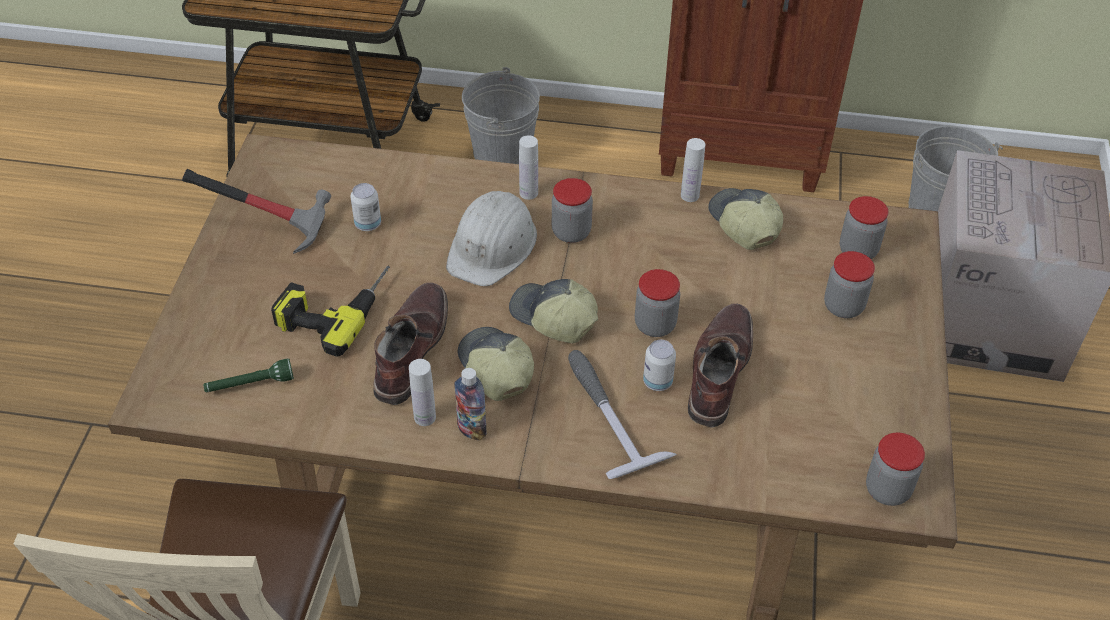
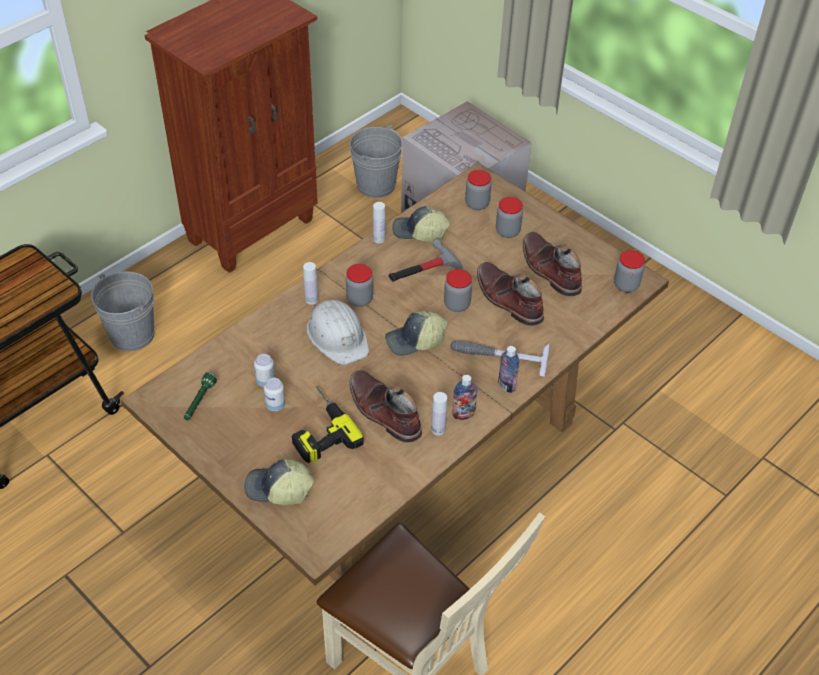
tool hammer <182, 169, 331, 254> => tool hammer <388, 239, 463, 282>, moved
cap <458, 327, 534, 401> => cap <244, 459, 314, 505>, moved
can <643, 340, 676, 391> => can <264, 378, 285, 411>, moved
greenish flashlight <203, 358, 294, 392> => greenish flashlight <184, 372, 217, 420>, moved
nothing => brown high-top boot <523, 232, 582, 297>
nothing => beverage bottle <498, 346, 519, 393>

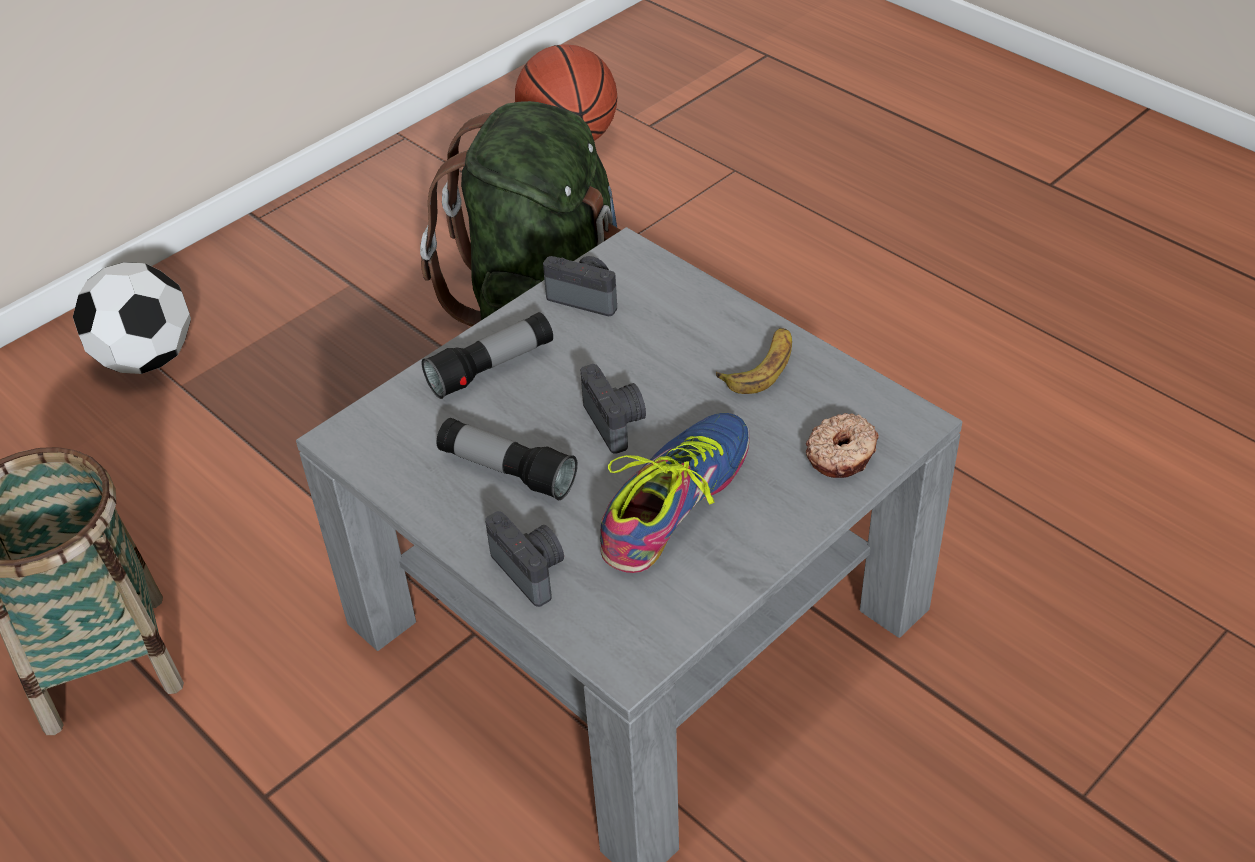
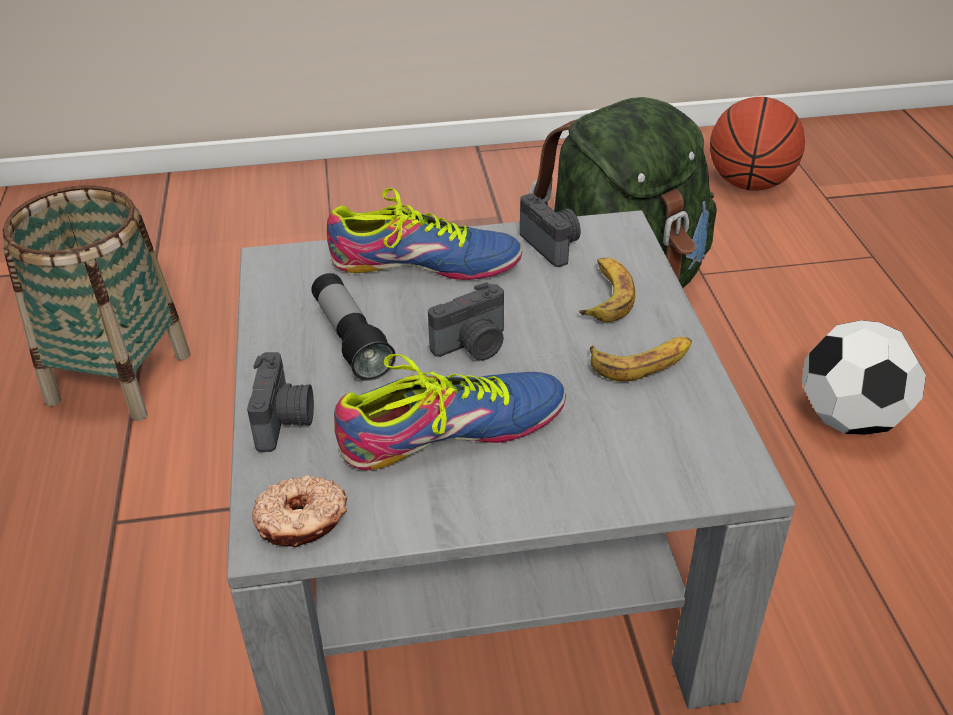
football <73, 262, 191, 374> => football <802, 320, 926, 435>, moved
flashlight <421, 312, 553, 399> => low shoe <327, 188, 522, 280>
still camera <580, 364, 646, 454> => still camera <428, 282, 504, 361>, 45 degrees clockwise
ring doughnut <806, 413, 879, 478> => ring doughnut <252, 475, 347, 547>, moved
nothing => banana fruit <579, 258, 635, 322>

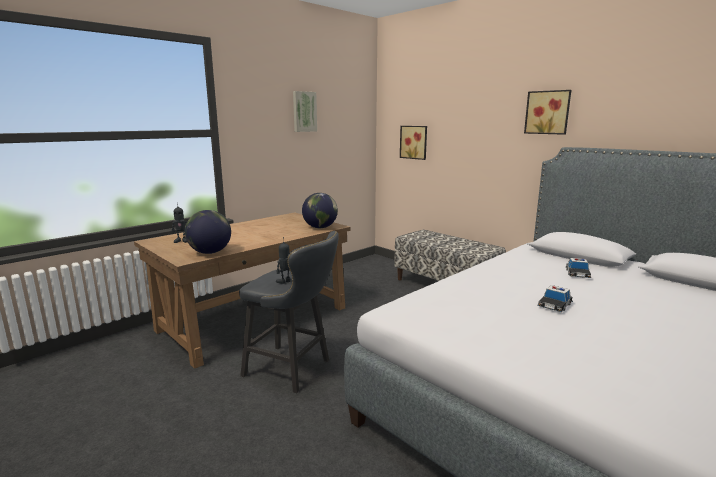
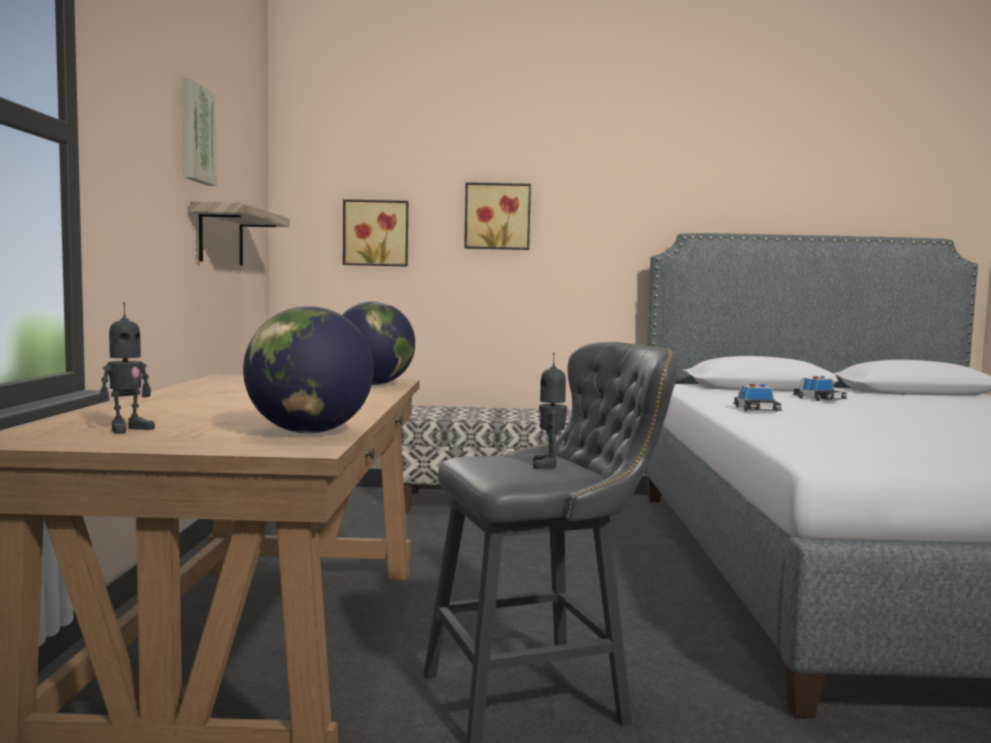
picture <524, 90, 571, 135> => picture <464, 182, 531, 250>, moved
model car <537, 285, 573, 312> => model car <733, 384, 782, 412>, moved
nothing => shelf <190, 201, 290, 266>

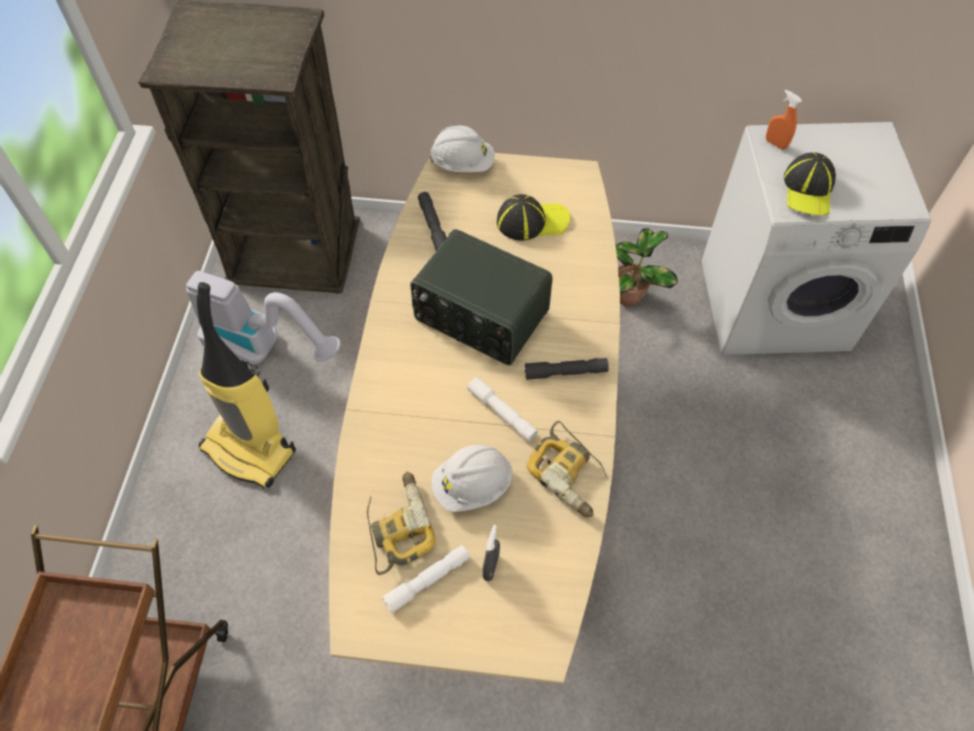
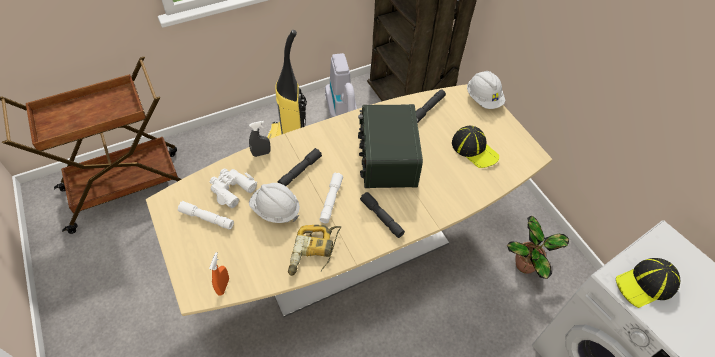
orange sprayer <766, 90, 802, 150> => orange sprayer <209, 252, 229, 296>, moved
electric drill <367, 471, 435, 575> => whitish binoculars <209, 169, 257, 208>
greyish sprayer <482, 525, 500, 581> => greyish sprayer <249, 121, 271, 157>, moved
nothing => greyish flashlight <278, 148, 322, 186>

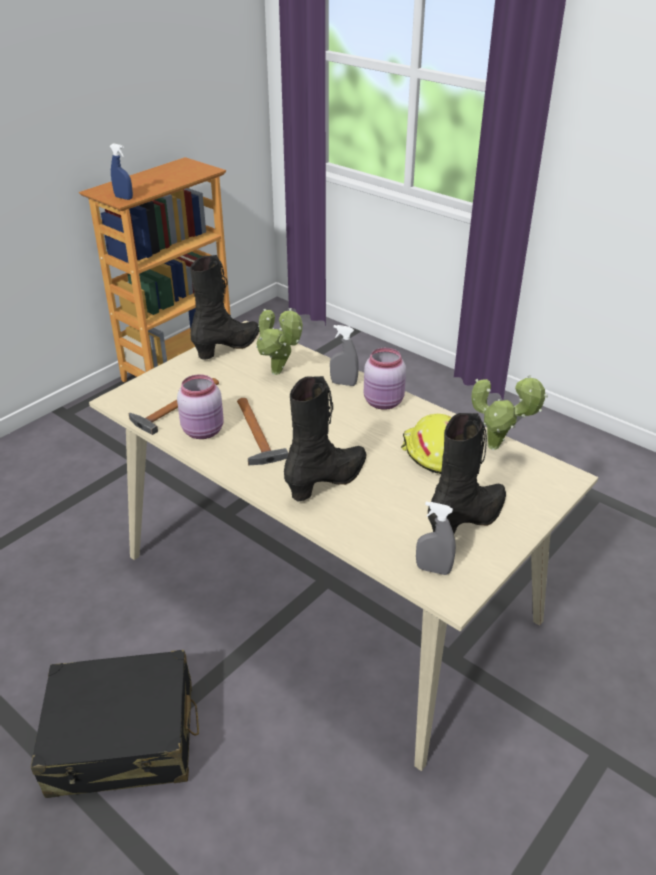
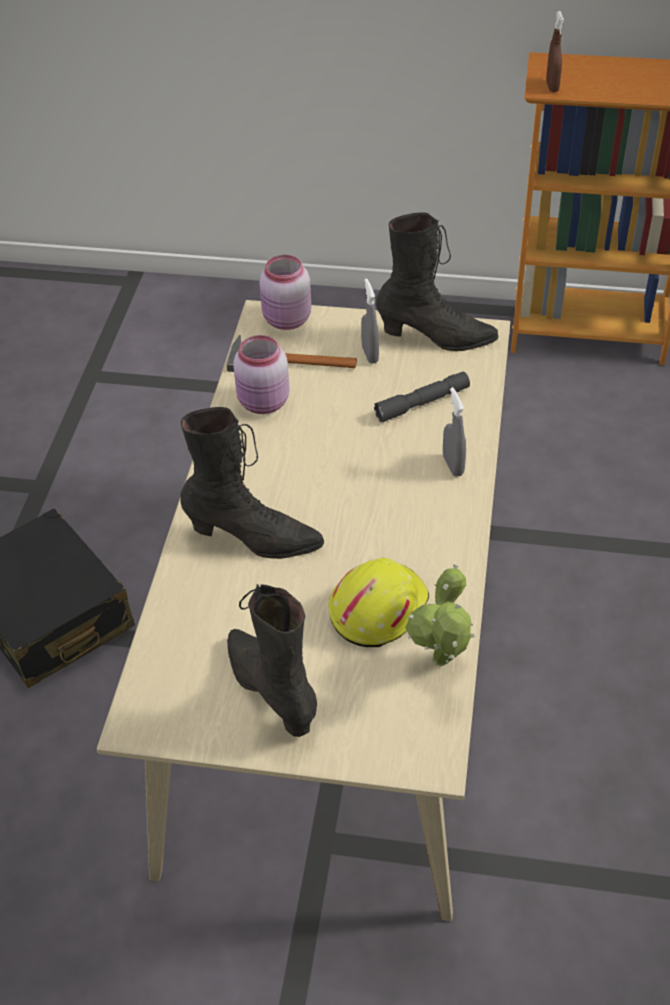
blue-coloured sprayer <110, 143, 133, 200> => brown sprayer <546, 11, 564, 92>
plant in a pot <256, 308, 302, 375> => greyish flashlight <374, 372, 470, 422>
pink-coloured preserve jar <364, 348, 406, 410> => pink-coloured preserve jar <259, 255, 311, 330>, moved
tool hammer <237, 398, 288, 465> => nothing
black-coloured high-top boot <428, 413, 506, 534> => black-coloured high-top boot <227, 584, 317, 737>, 135 degrees counterclockwise
greyish sprayer <416, 502, 456, 575> => greyish sprayer <361, 278, 379, 364>, moved

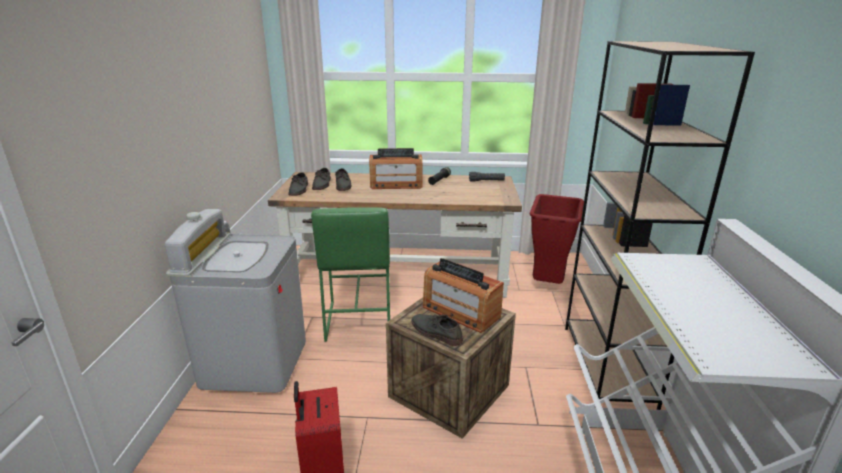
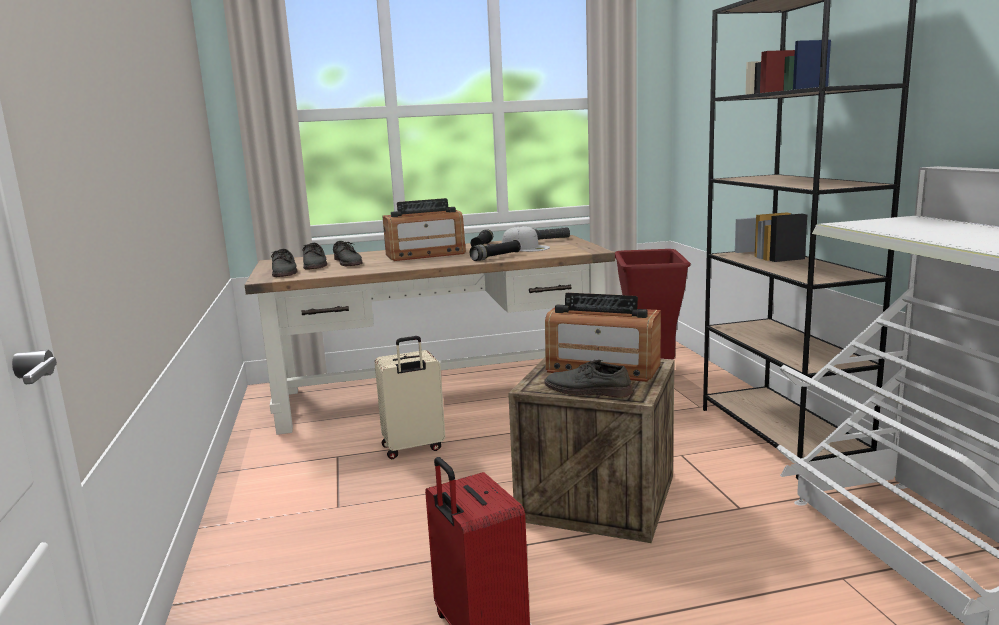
greenish stool <311, 207, 390, 342> => beige piece of luggage <375, 336, 445, 459>
greyish washing machine <165, 209, 306, 393> => nothing
nothing => whitish cap <502, 226, 550, 252>
nothing => black-coloured flashlight <470, 240, 521, 261>

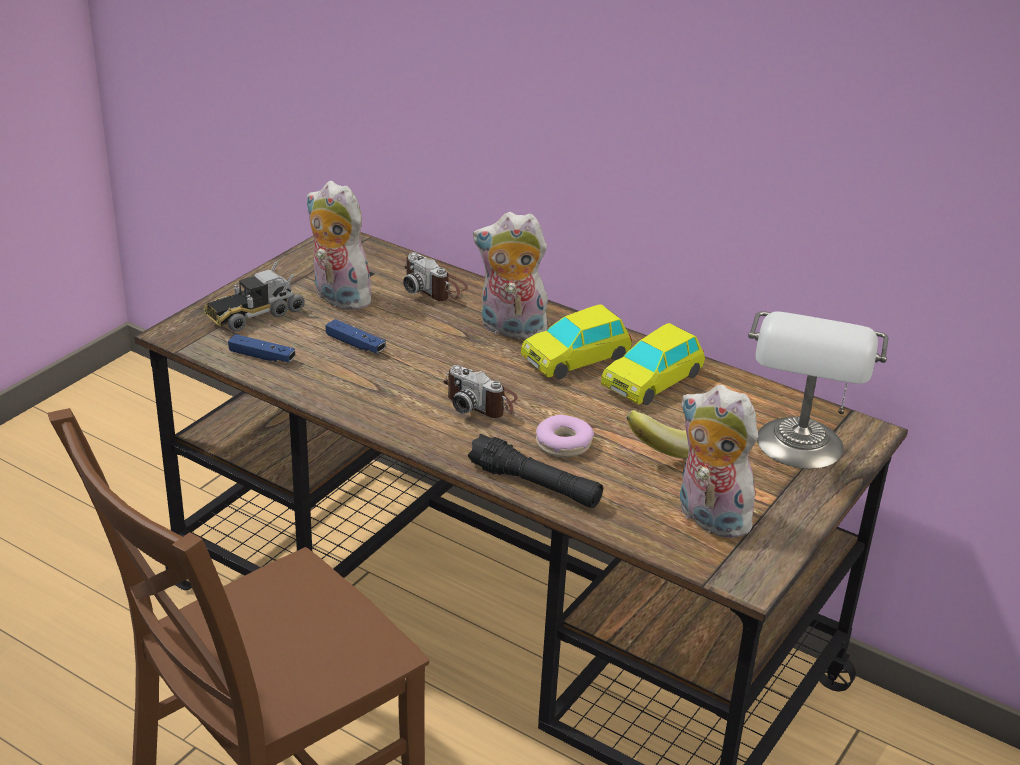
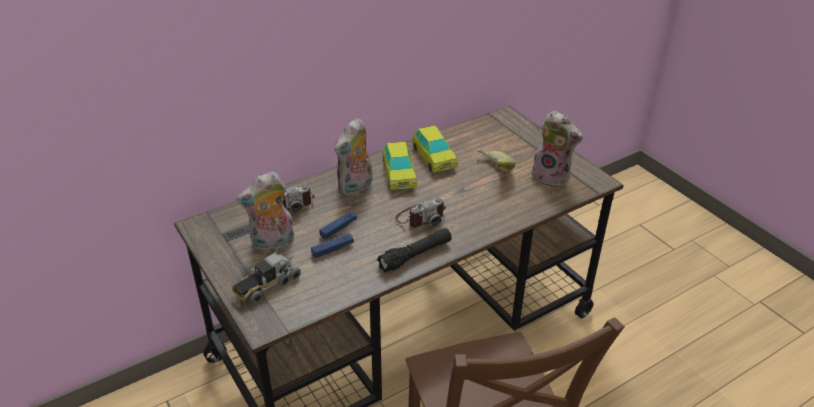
toy truck <204, 261, 305, 332> => toy truck <232, 246, 301, 303>, 60 degrees clockwise
whitish table lamp <748, 311, 888, 469> => nothing
blue-coloured gamepad <228, 334, 295, 363> => blue-coloured gamepad <319, 211, 357, 239>, moved
cuddly toy <680, 385, 760, 538> => cuddly toy <531, 110, 583, 188>, 120 degrees counterclockwise
ring doughnut <536, 415, 594, 457> => nothing
black-coloured flashlight <468, 434, 603, 508> => black-coloured flashlight <377, 228, 452, 273>, moved

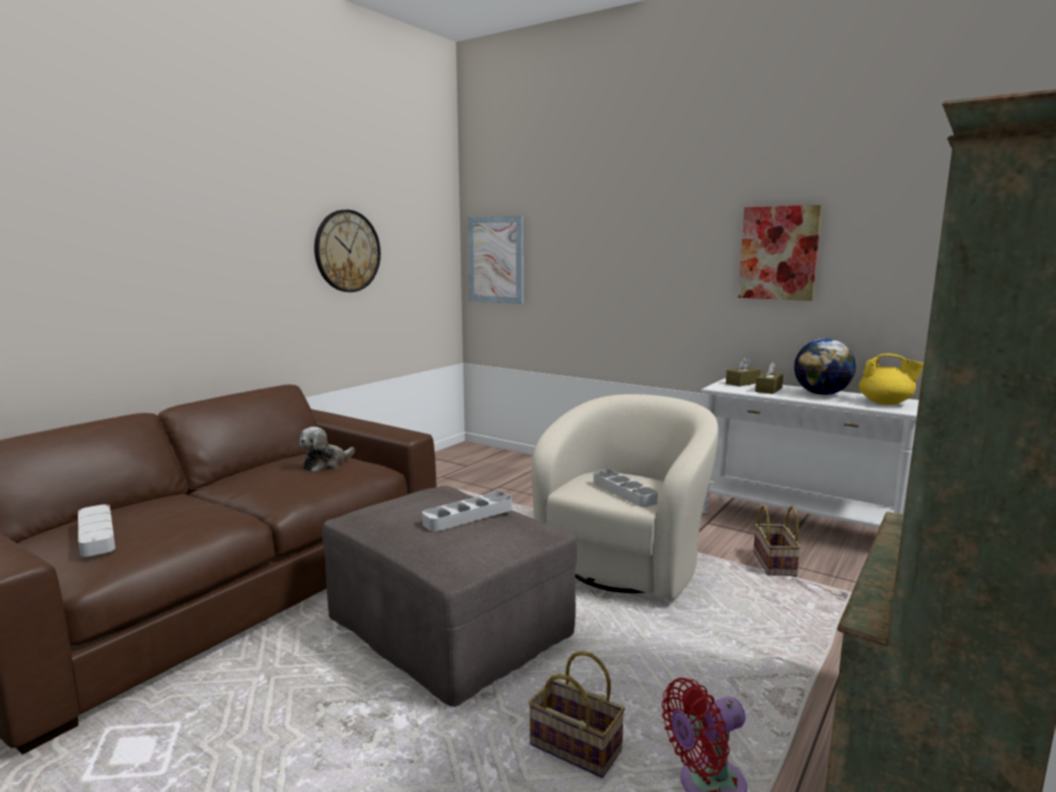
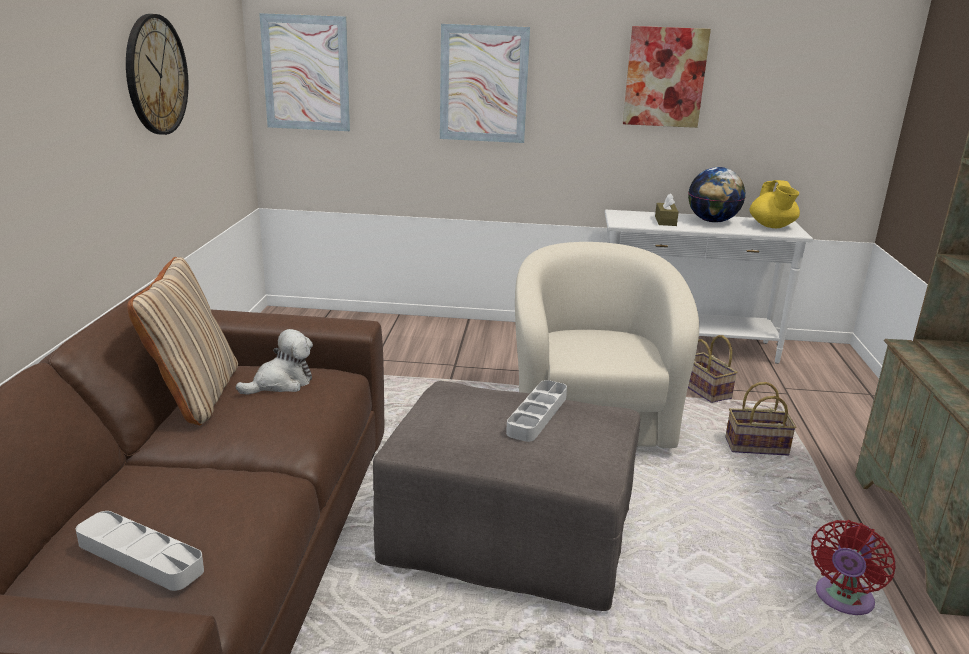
yellow pot for tea <859, 354, 924, 405> => yellow pot for tea <750, 180, 800, 228>, 90 degrees clockwise
brown tissue holder <726, 357, 761, 387> => nothing
cuddly toy <300, 427, 355, 472> => cuddly toy <236, 329, 313, 395>, 135 degrees counterclockwise
greyish serving tray <593, 469, 658, 507> => nothing
household basket <528, 651, 625, 778> => household basket <725, 382, 796, 456>, moved
nothing => picture <440, 24, 530, 143>
nothing => beige throw pillow <127, 257, 238, 425>

